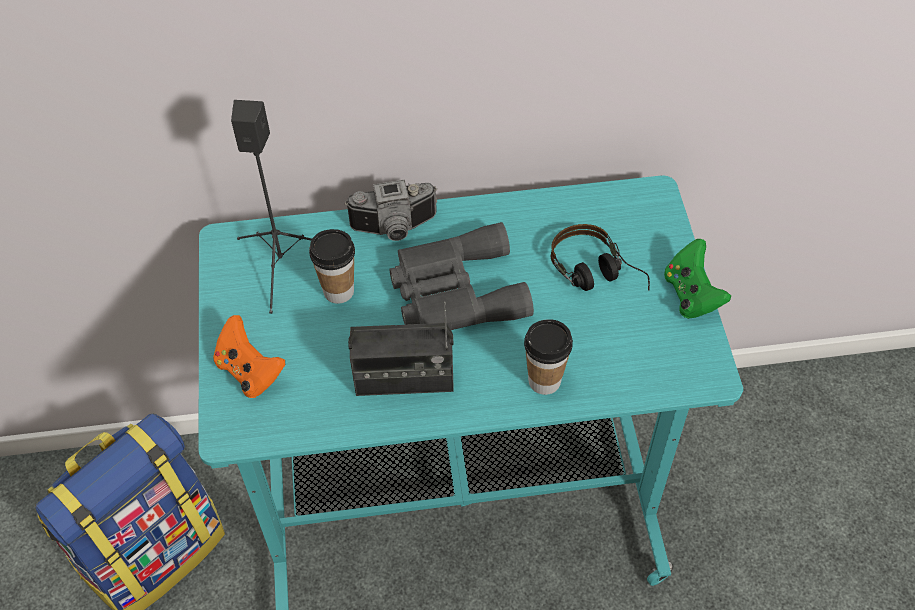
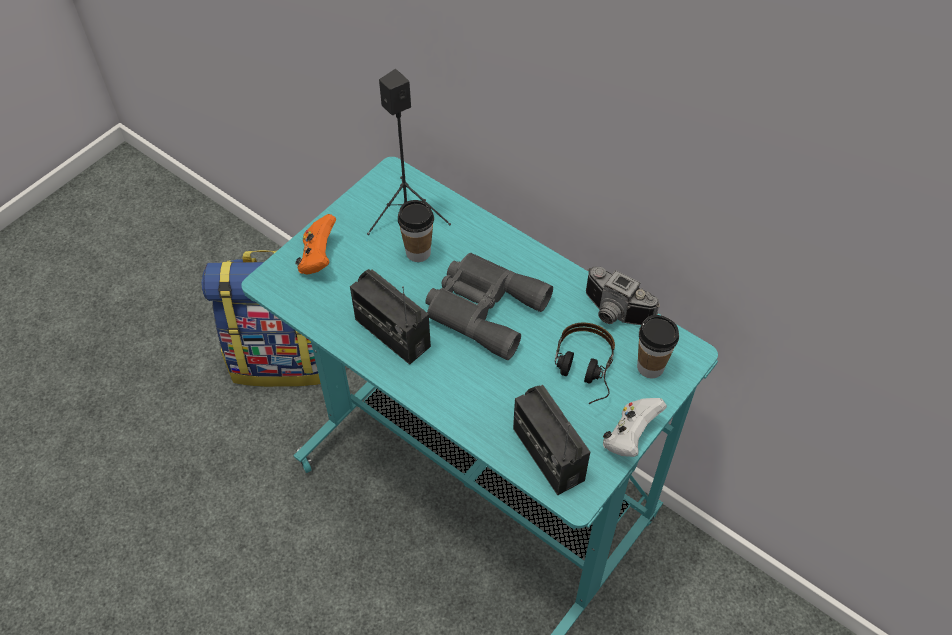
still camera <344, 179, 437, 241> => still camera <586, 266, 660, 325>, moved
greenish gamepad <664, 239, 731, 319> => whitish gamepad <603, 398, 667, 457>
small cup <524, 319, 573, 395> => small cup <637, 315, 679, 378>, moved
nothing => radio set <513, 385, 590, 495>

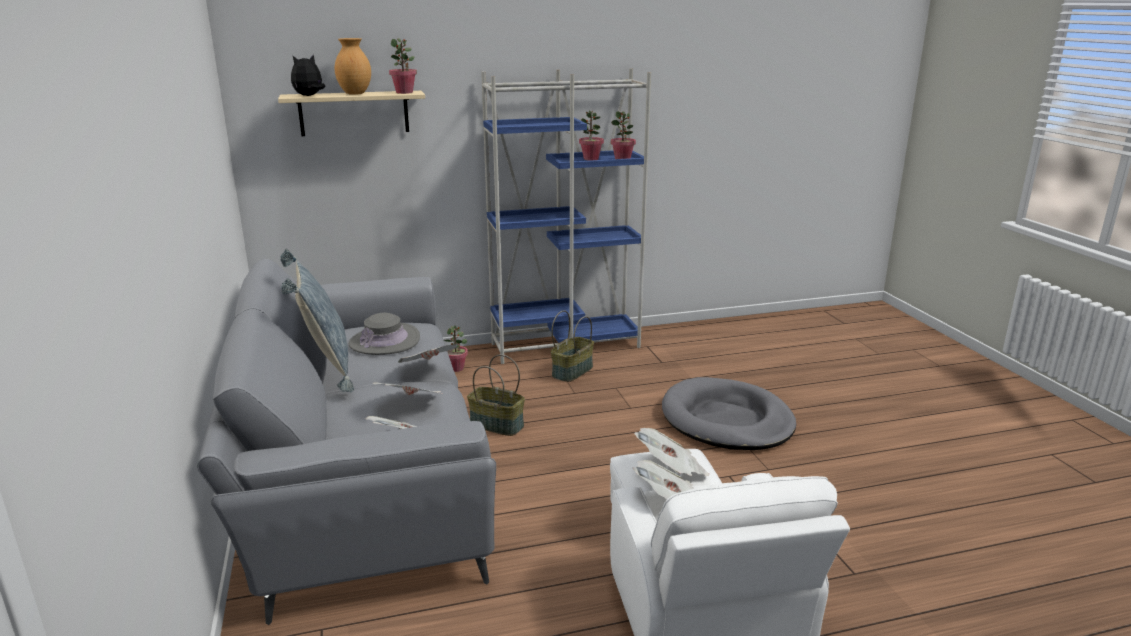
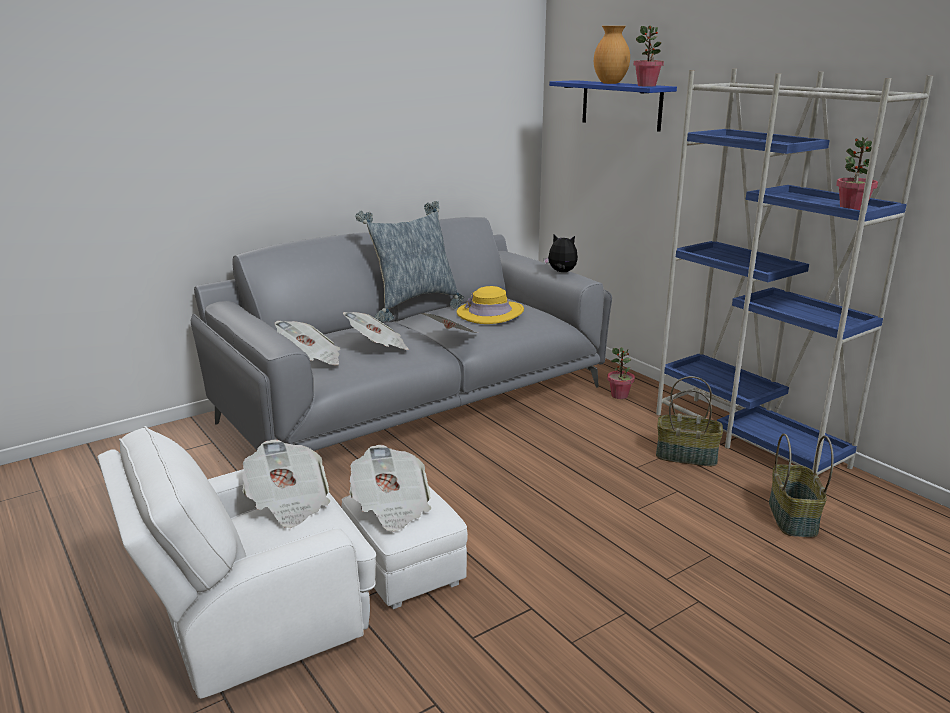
cuddly toy <291, 54, 326, 96> => cuddly toy <544, 234, 578, 272>, moved
beige shelf <278, 91, 425, 136> => blue-coloured shelf <549, 80, 677, 132>
plant in a pot <579, 110, 604, 161> => nothing
greyish hat <348, 313, 420, 355> => yellow hat <457, 286, 524, 324>
household basket <467, 354, 525, 436> => household basket <769, 434, 834, 537>, moved
greyish dog cushion <662, 377, 796, 450> => nothing

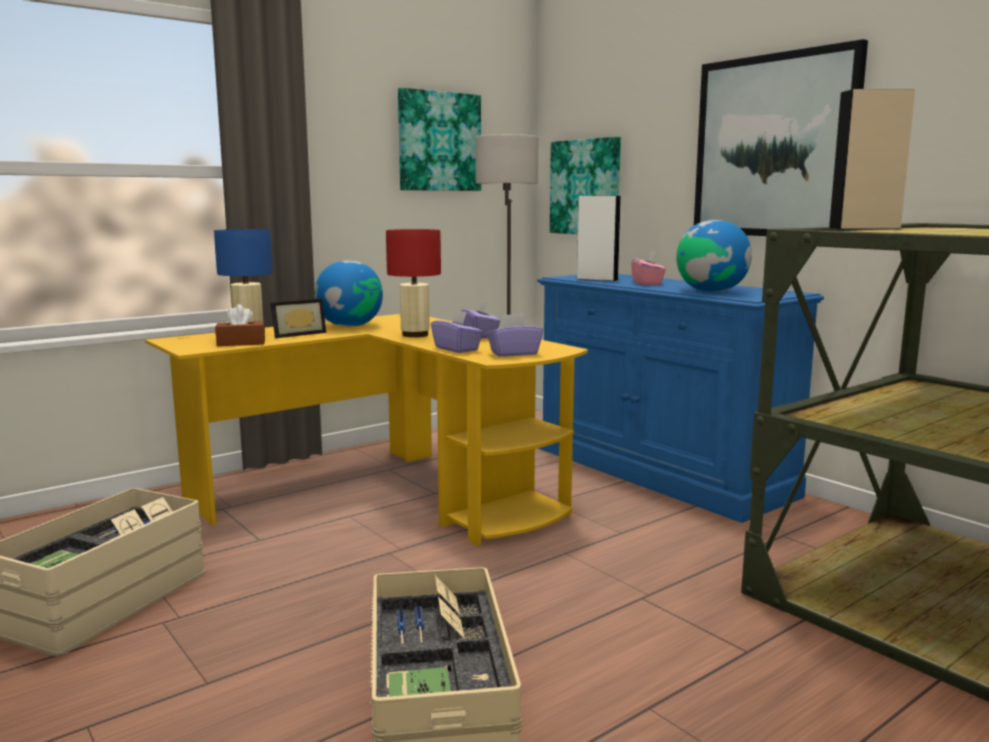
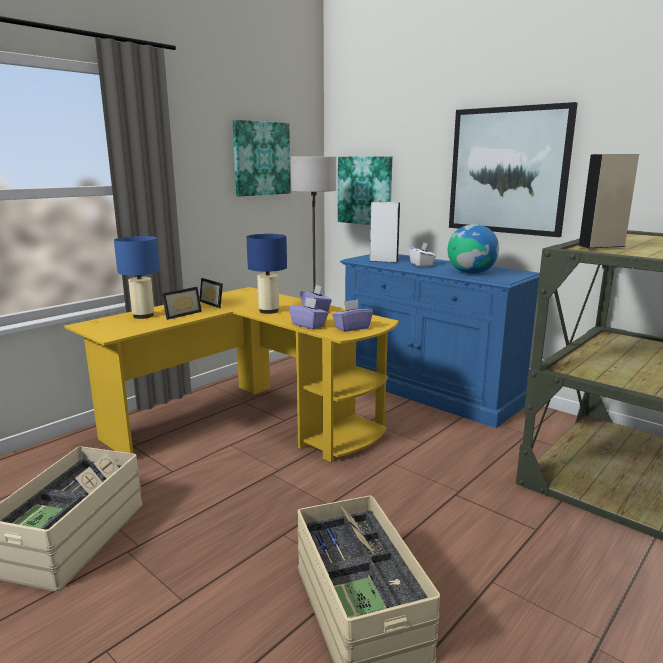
reddish table lamp <386, 229, 441, 337> => blue-coloured table lamp <247, 234, 287, 314>
pink-coloured tissue holder <631, 251, 666, 285> => whitish tissue holder <409, 243, 436, 267>
world globe <315, 261, 383, 327> => picture frame <200, 278, 223, 308>
brown tissue holder <215, 304, 265, 346> => nothing

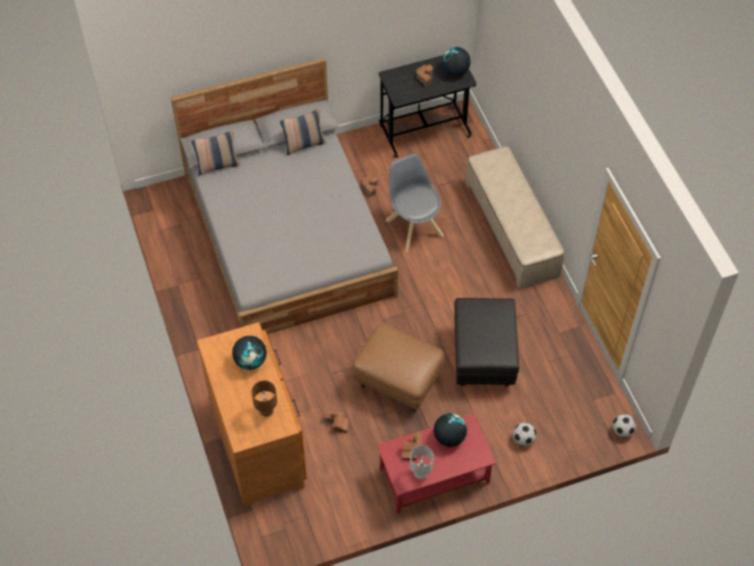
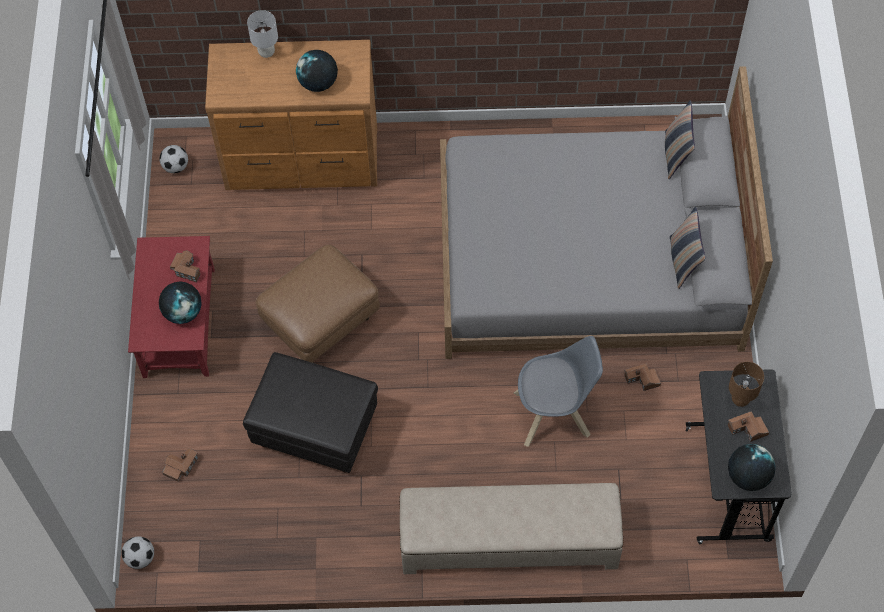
brown table lamp <252, 381, 277, 417> => brown table lamp <729, 362, 764, 407>, moved
miniature house <325, 411, 349, 433> => miniature house <162, 448, 198, 482>, moved
football <513, 422, 537, 446> => football <159, 145, 188, 173>, moved
greyish table lamp <410, 445, 434, 479> => greyish table lamp <247, 10, 278, 58>, moved

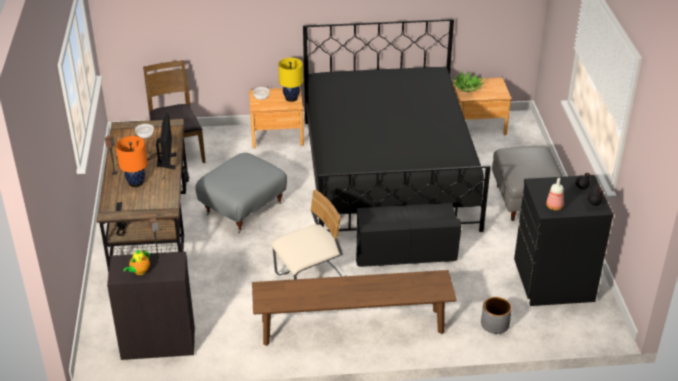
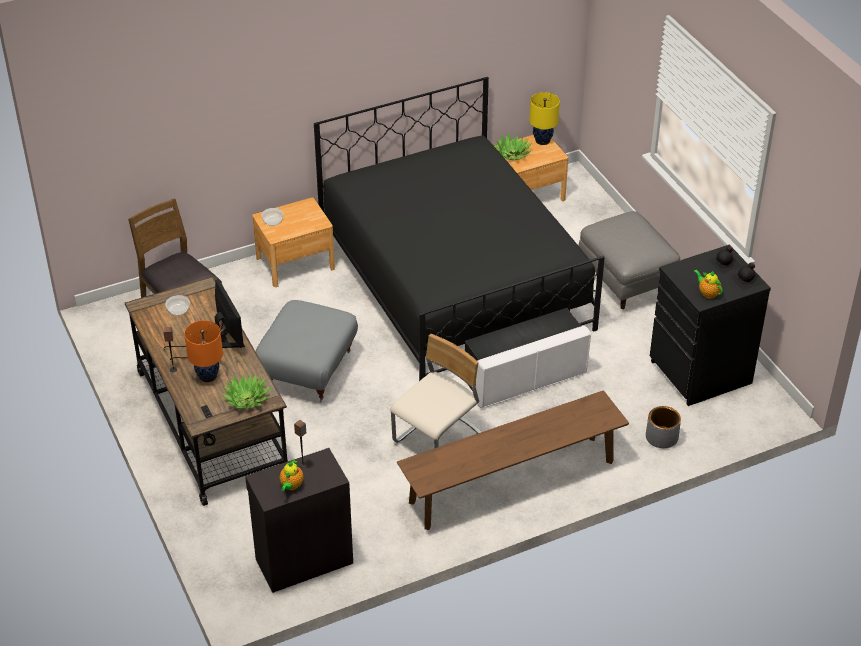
yellow table lamp <278, 58, 303, 102> => yellow table lamp <529, 92, 560, 145>, moved
beverage bottle <546, 178, 564, 210> => pot for tea <694, 270, 723, 299>
black-coloured ottoman <356, 203, 462, 267> => whitish ottoman <465, 308, 591, 408>
nothing => plant in a pot <221, 374, 271, 409>

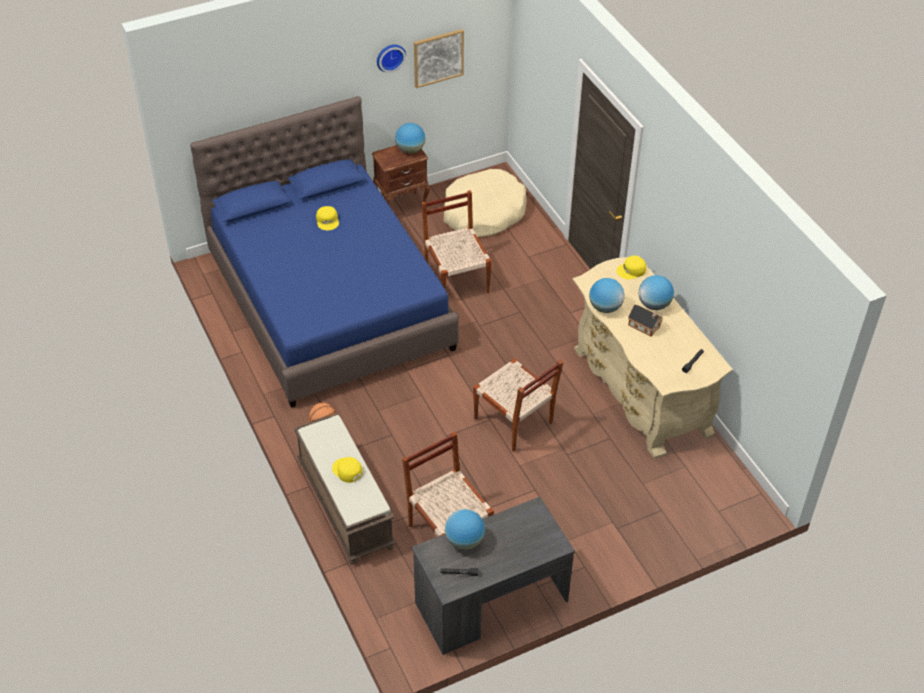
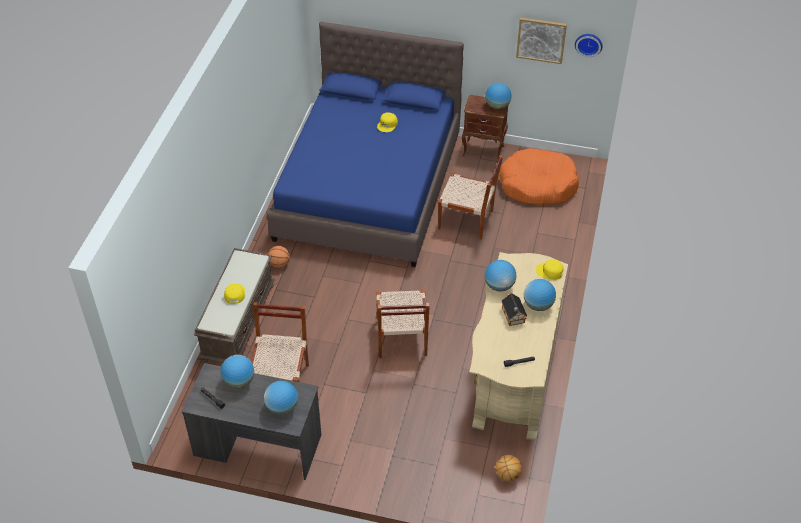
wall clock <377, 45, 406, 73> => wall clock <575, 34, 603, 57>, moved
beige dog cushion <444, 169, 527, 237> => orange dog cushion <499, 148, 579, 205>
plain chair <422, 190, 492, 293> => plain chair <438, 155, 503, 240>, 90 degrees clockwise
nothing => world globe <264, 381, 298, 415>
nothing => basketball <495, 455, 522, 481>

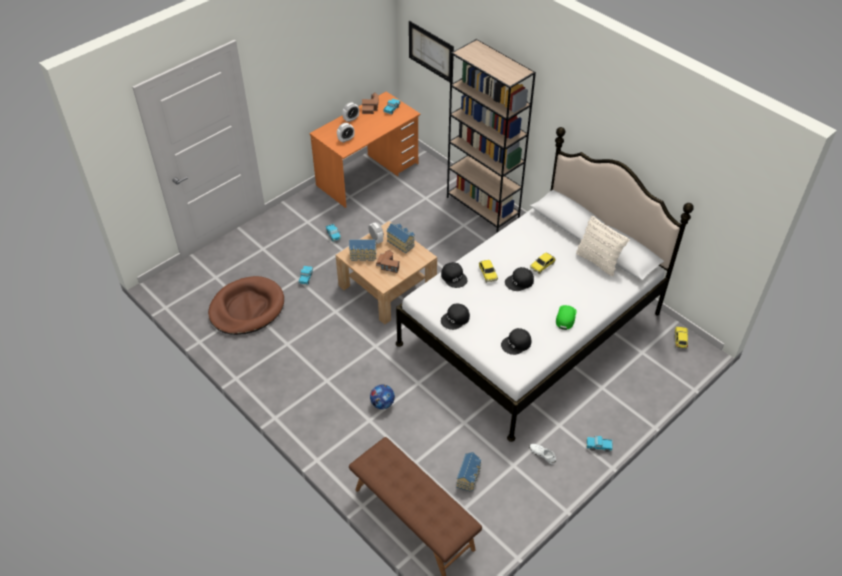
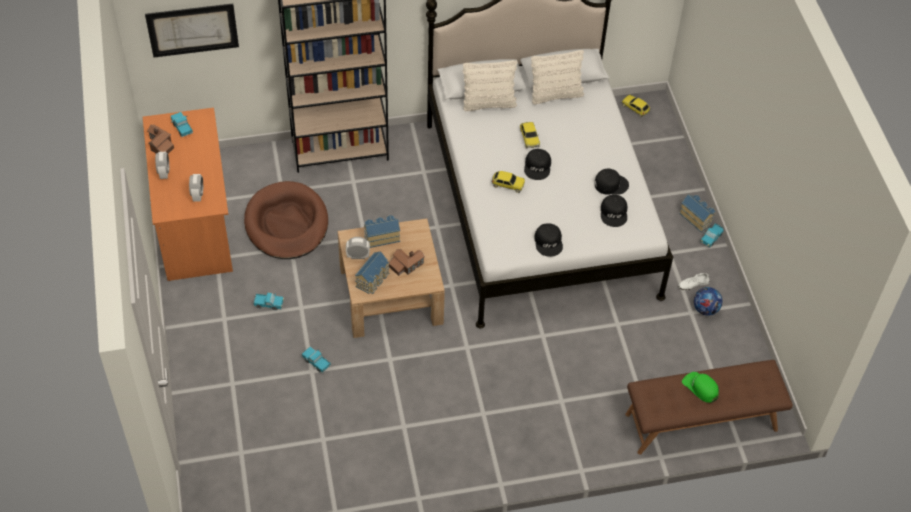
black-coloured cap <441, 262, 467, 288> => black-coloured cap <595, 169, 629, 195>, moved
brown dog cushion <208, 276, 284, 335> => brown dog cushion <244, 181, 328, 259>, moved
greenish cap <556, 305, 577, 330> => greenish cap <682, 372, 719, 403>, moved
football <370, 384, 395, 409> => football <694, 287, 722, 316>, moved
miniature house <456, 452, 482, 491> => miniature house <679, 194, 715, 232>, moved
nothing => beige throw pillow <463, 60, 517, 112>

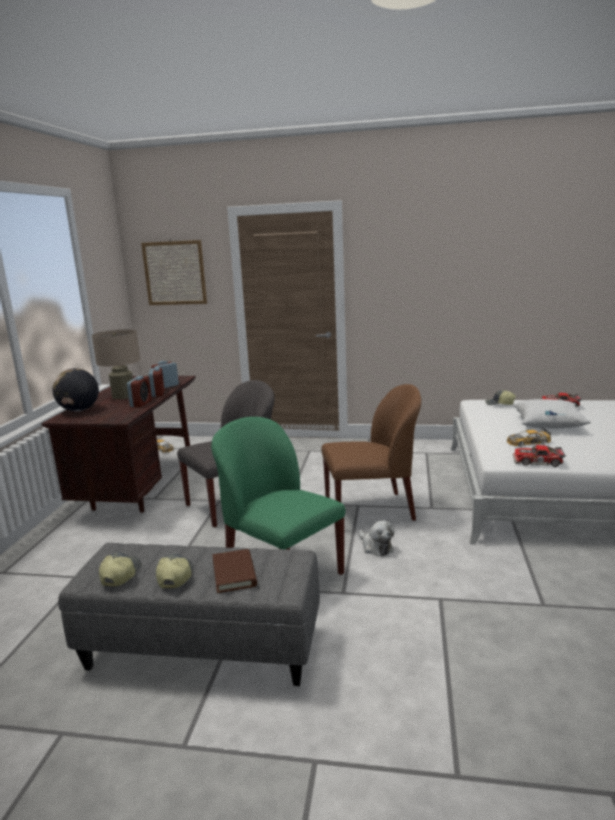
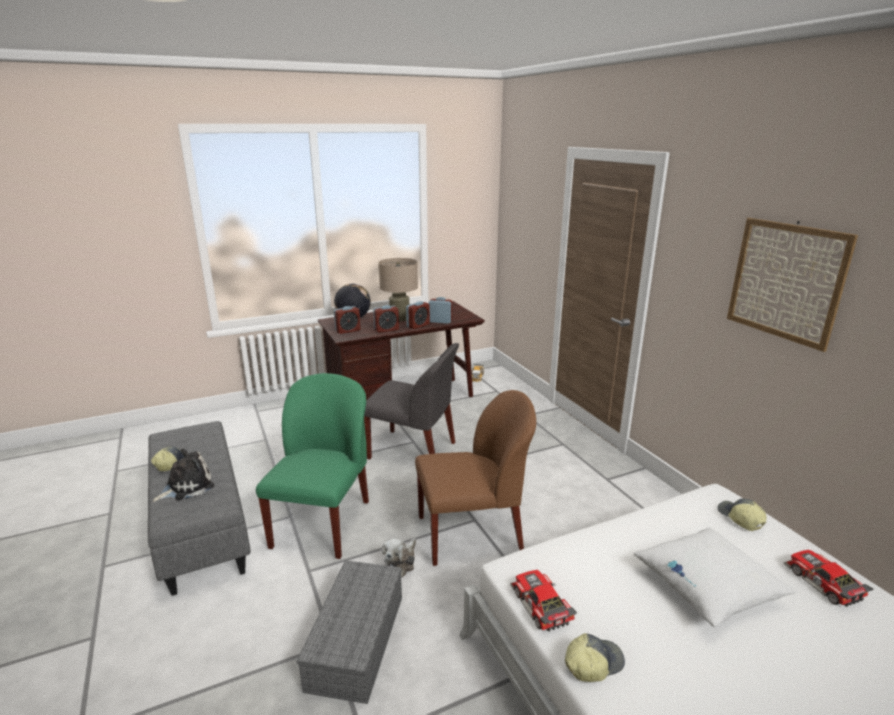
picture <141, 239, 207, 305> => picture <727, 218, 858, 352>, moved
brown plain chair <321, 384, 421, 521> => brown plain chair <415, 390, 536, 566>, 60 degrees counterclockwise
model car <507, 428, 551, 447> => nothing
brown volume <212, 549, 257, 593> => cuddly toy <153, 449, 214, 502>
cap <99, 552, 142, 586> => cap <565, 633, 625, 682>, moved
nothing => bedside clock <334, 306, 360, 334>
nothing => greyish storage box <297, 560, 402, 704>

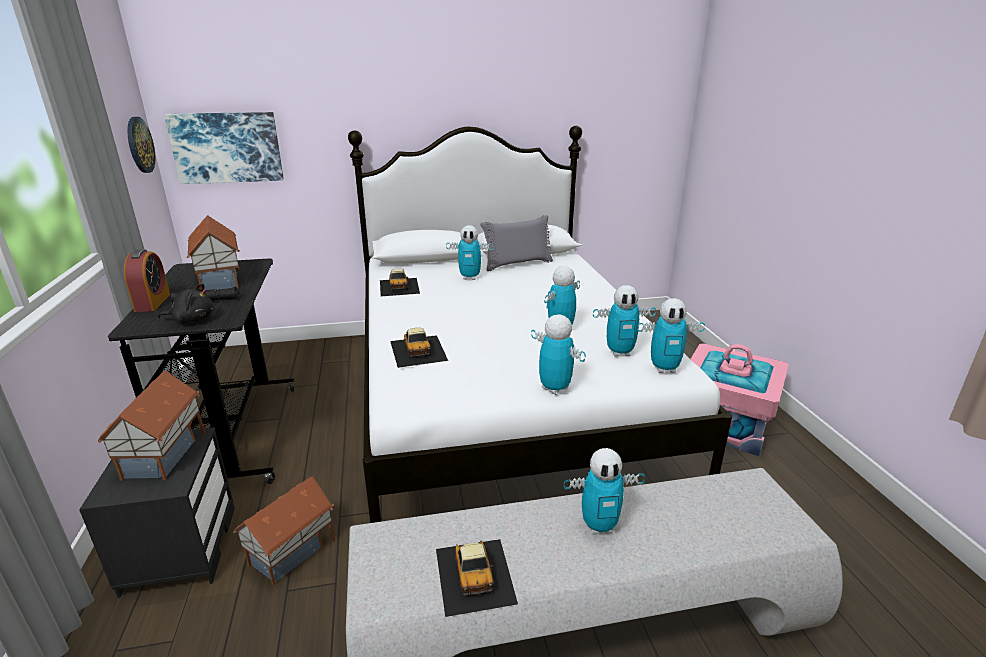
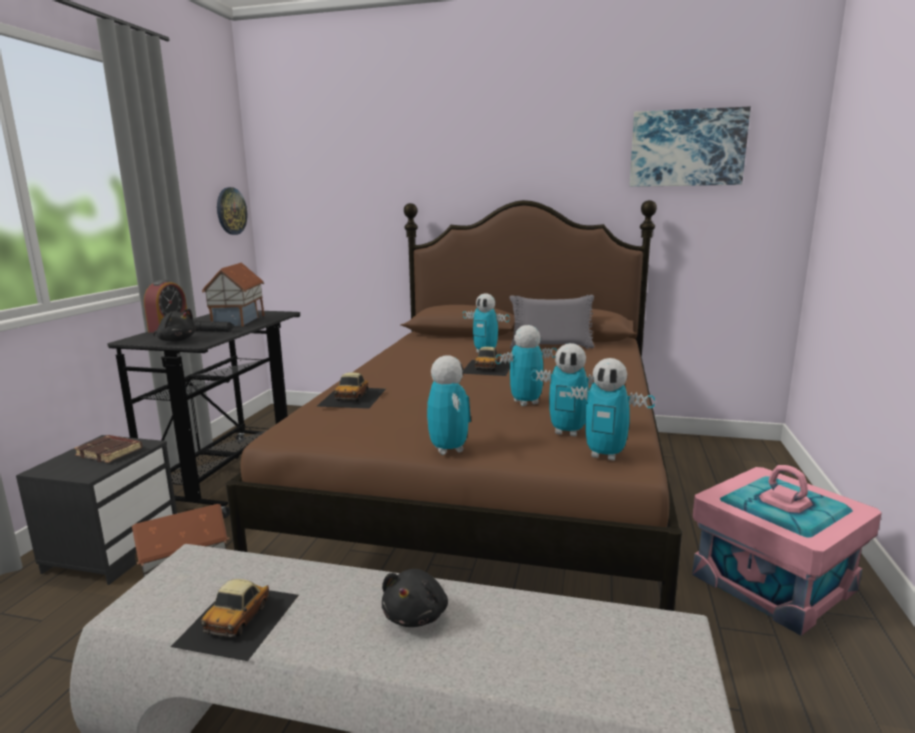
picture <164, 112, 284, 184> => picture <629, 107, 751, 187>, moved
whitish bed <348, 126, 732, 523> => brown bed <226, 200, 682, 611>
model car <380, 269, 420, 296> => model car <463, 347, 510, 376>, moved
miniature house <97, 371, 206, 481> => brown volume <74, 435, 142, 463>
toy robot <563, 448, 645, 534> => black-coloured cuddly toy <382, 569, 448, 627>

